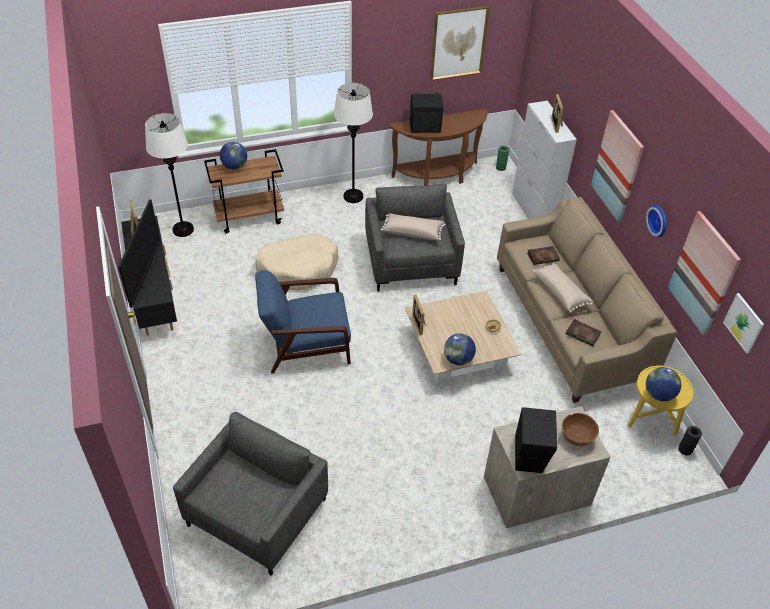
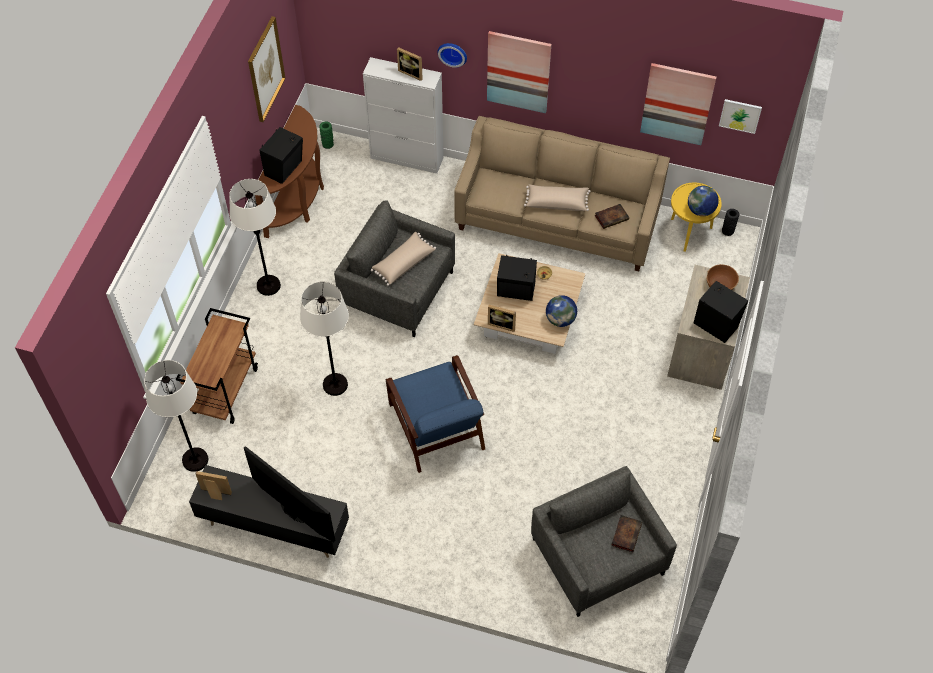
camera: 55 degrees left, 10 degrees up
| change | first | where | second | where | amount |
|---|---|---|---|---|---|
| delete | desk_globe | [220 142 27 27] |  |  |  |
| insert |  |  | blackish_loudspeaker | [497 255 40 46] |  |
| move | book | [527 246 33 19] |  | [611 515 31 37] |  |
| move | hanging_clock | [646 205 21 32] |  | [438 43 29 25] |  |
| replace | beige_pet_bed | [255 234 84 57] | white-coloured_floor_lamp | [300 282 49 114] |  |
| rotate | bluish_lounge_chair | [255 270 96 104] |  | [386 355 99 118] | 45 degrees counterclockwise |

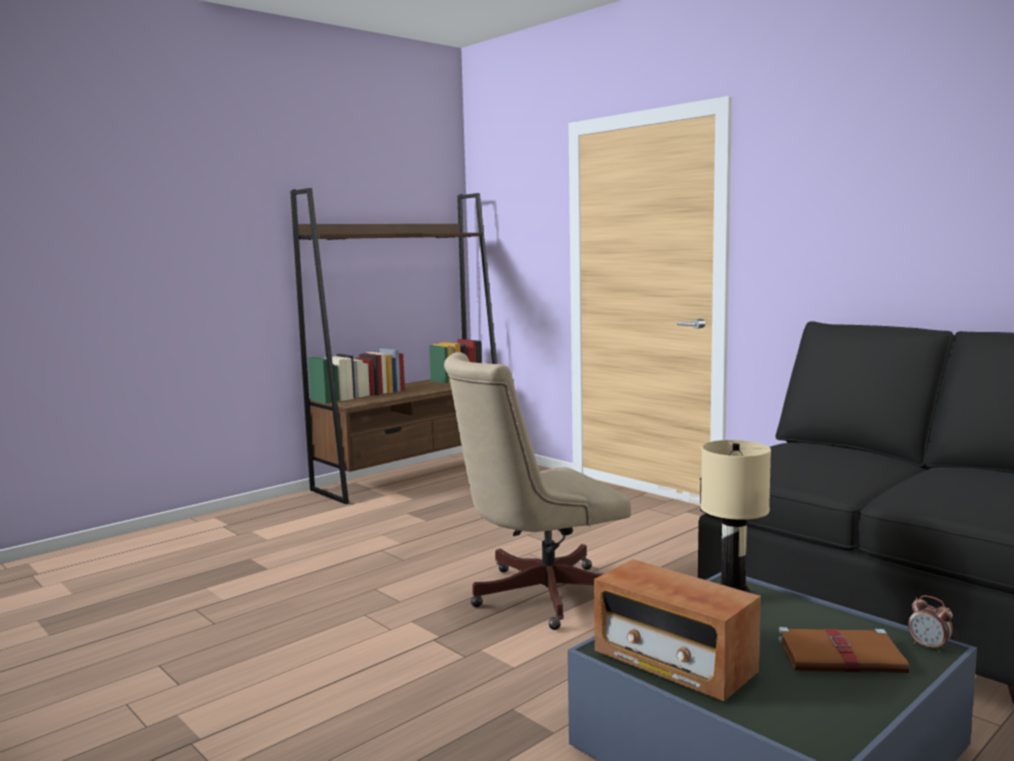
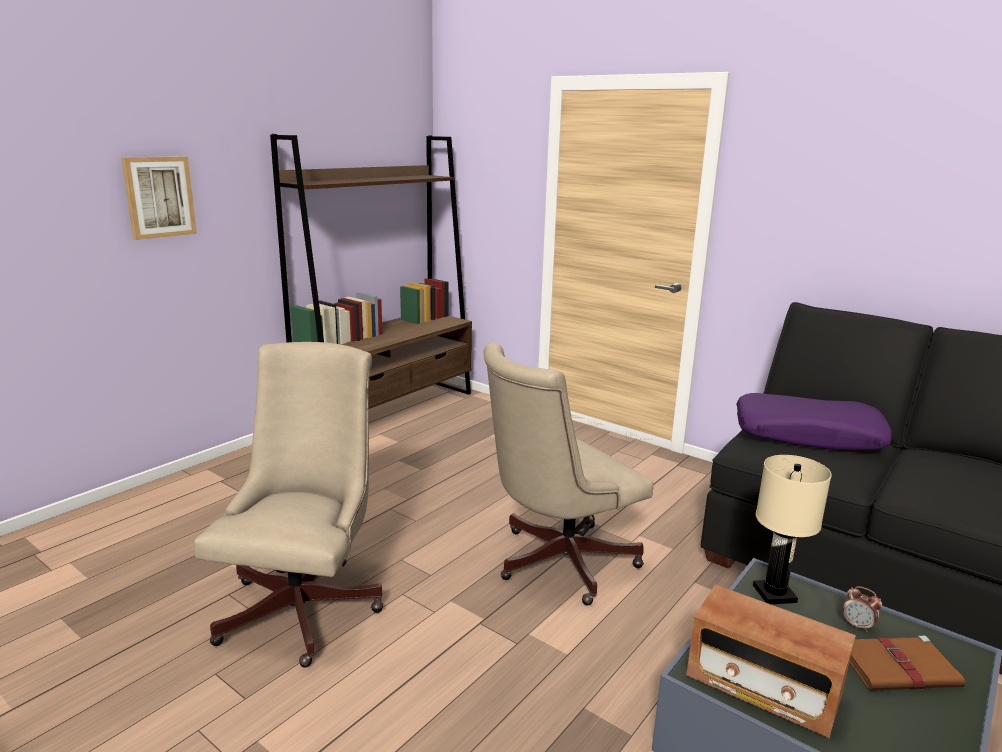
camera: 10 degrees left, 10 degrees up
| change | first | where | second | where | amount |
|---|---|---|---|---|---|
| insert |  |  | wall_art | [121 156 76 84] |  |
| insert |  |  | beige_office_chair | [194 342 189 326] |  |
| insert |  |  | purple-coloured_cushion | [737 393 155 58] |  |
| move | alarm_clock | [908 595 45 58] |  | [843 586 39 46] |  |

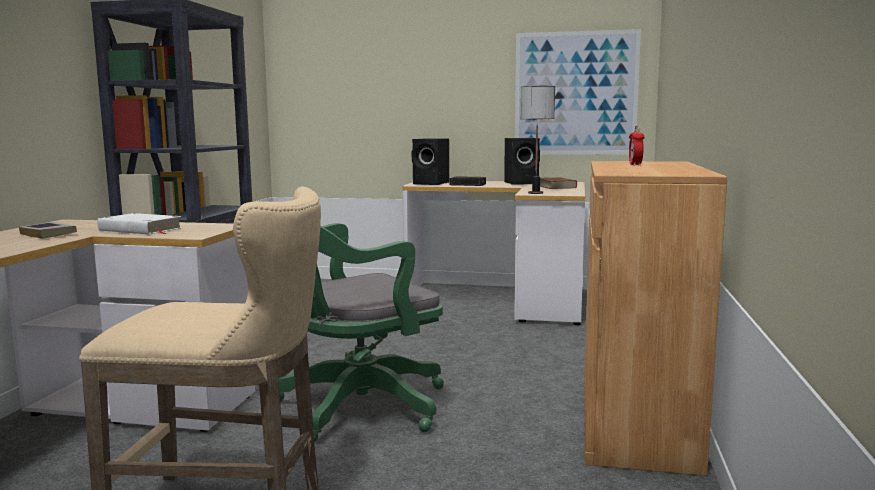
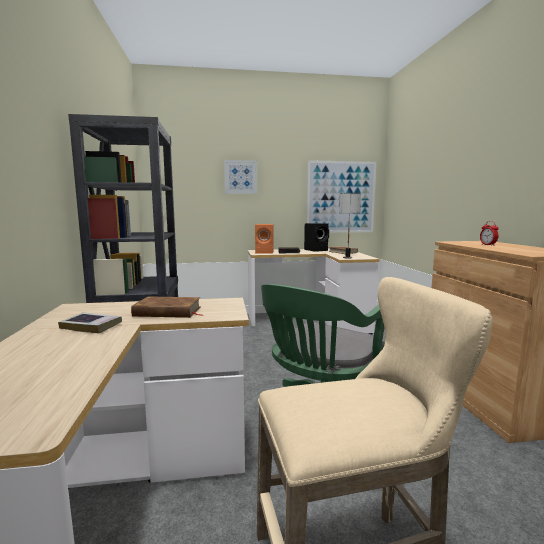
camera: 20 degrees left, 0 degrees up
| change | first | where | second | where | amount |
|---|---|---|---|---|---|
| insert |  |  | wall_art | [224 160 33 34] |  |
| recolor | white-coloured_book | [98 213 84 21] | brown_book | [131 296 72 22] |  |
| recolor | blackish_loudspeaker | [412 138 37 47] | orangey_loudspeaker | [255 224 18 30] |  |

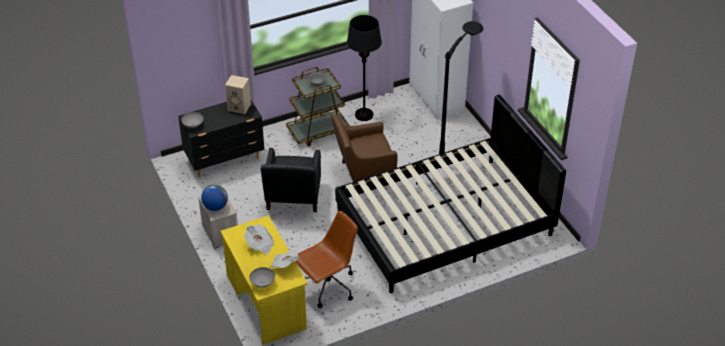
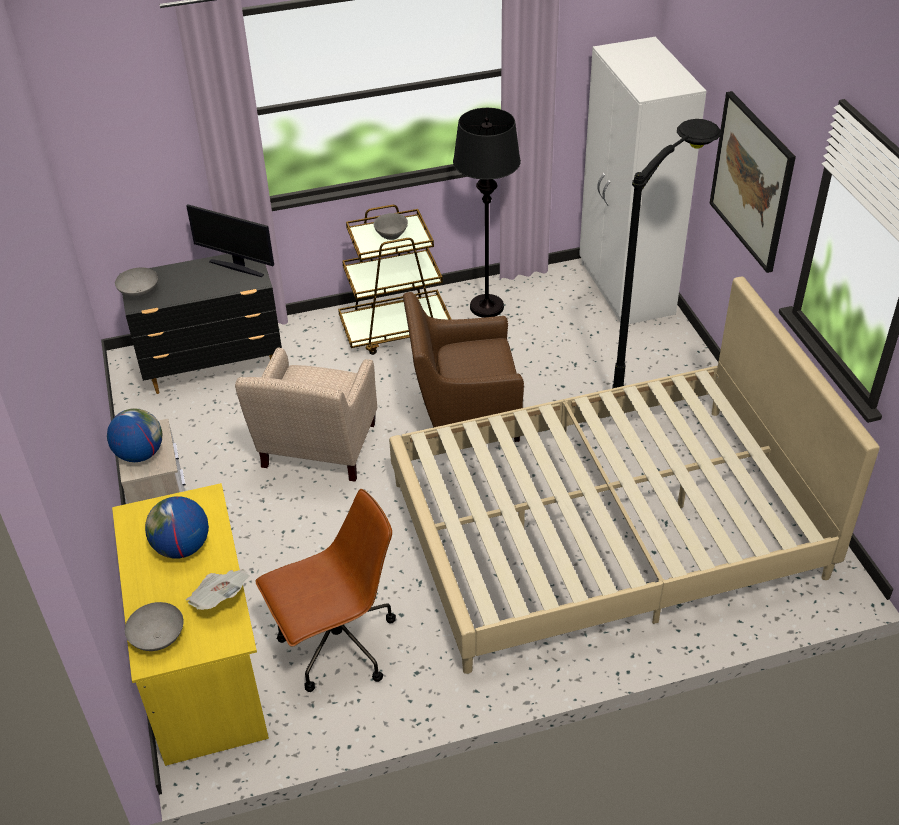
camera: 10 degrees right, 0 degrees up
| change | first | where | second | where | amount |
|---|---|---|---|---|---|
| insert |  |  | wall_art | [710 91 86 182] |  |
| replace | beige_loudspeaker | [225 75 26 39] | monitor | [186 204 88 73] |  |
| replace | printed_paper | [244 225 31 30] | desk_globe | [145 496 64 63] |  |
| recolor | blackish_lounge_chair | [261 148 60 64] | beige_lounge_chair | [235 347 142 135] |  |
| recolor | blackish_bedroom_bed | [335 95 231 198] | beige_bedroom_bed | [389 277 490 397] |  |

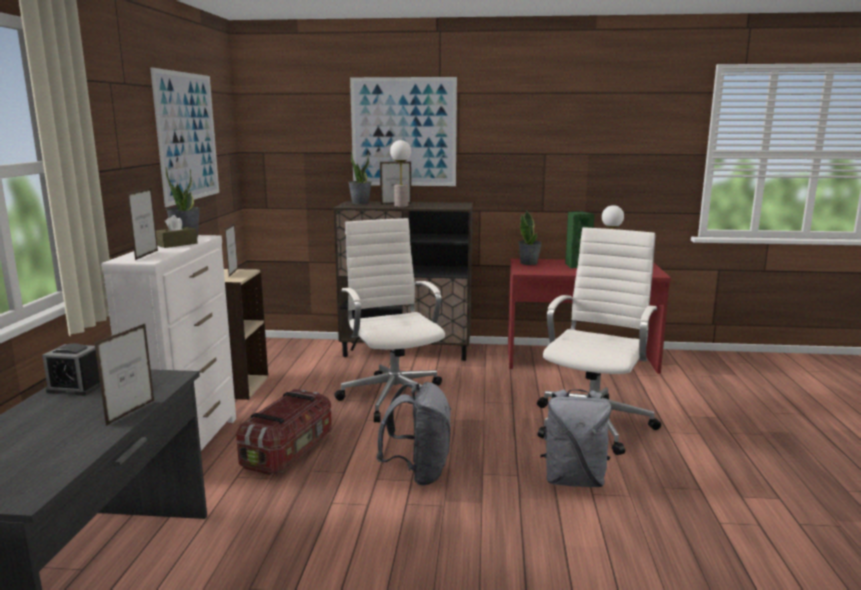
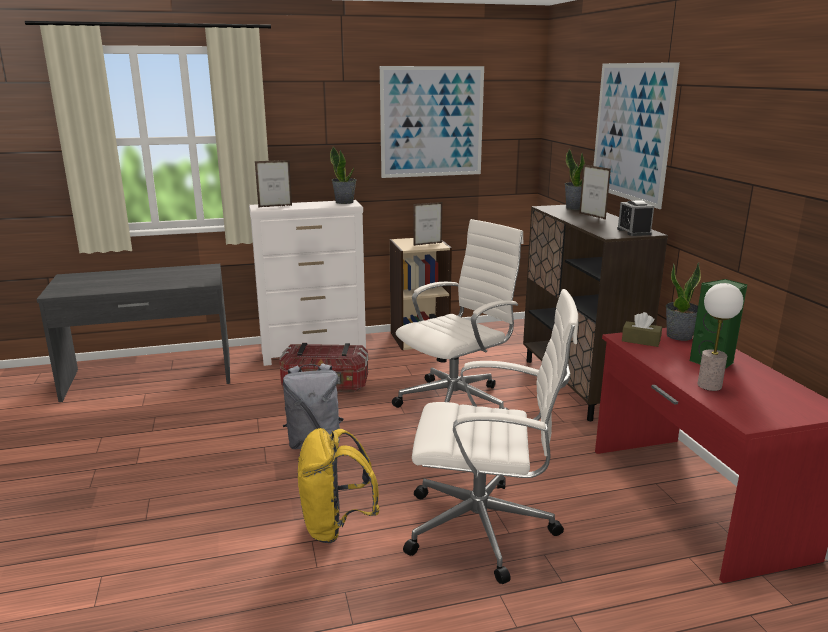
camera: 70 degrees right, 5 degrees up
| change | first | where | second | where | amount |
|---|---|---|---|---|---|
| delete | picture_frame | [94 324 61 102] |  |  |  |
| delete | table_lamp | [390 140 21 67] |  |  |  |
| move | alarm_clock | [42 343 59 53] |  | [617 200 37 36] |  |
| move | brown_tissue_holder | [156 215 42 33] |  | [622 312 40 35] |  |
| recolor | gray_rucksack | [540 389 71 98] | yellowish_rucksack | [298 428 82 115] |  |

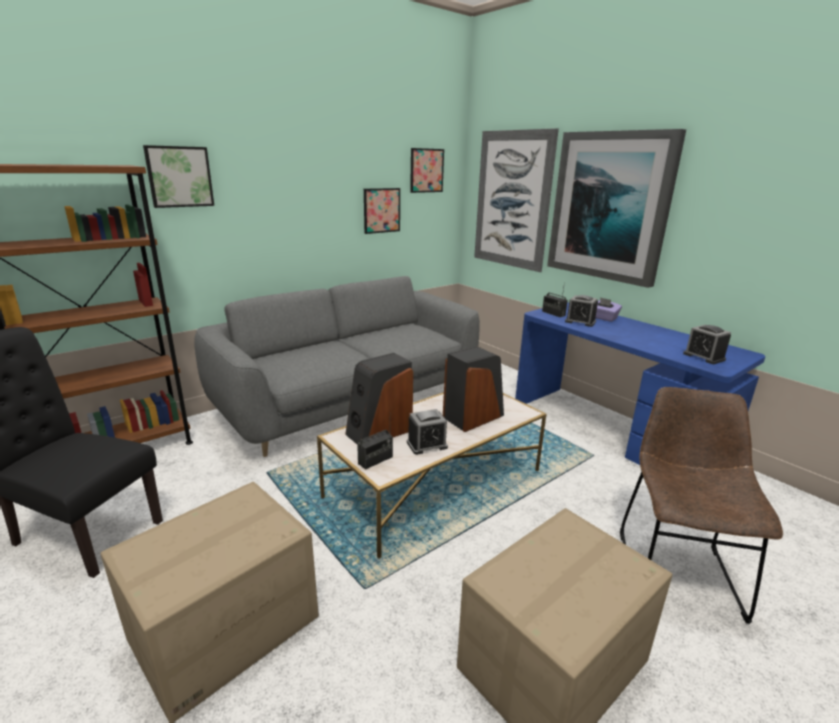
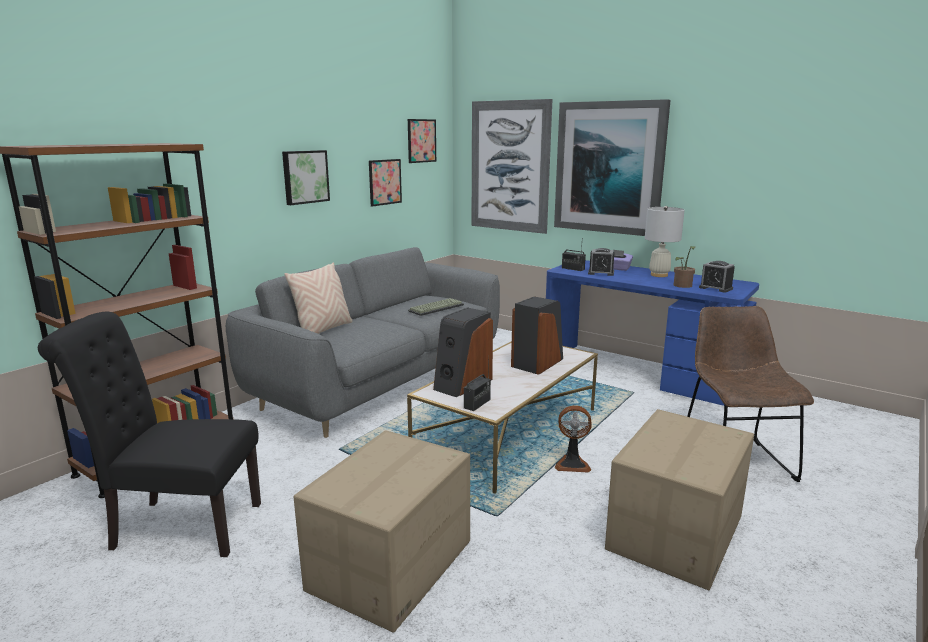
camera: 15 degrees left, 5 degrees down
| change | first | where | second | where | amount |
|---|---|---|---|---|---|
| delete | alarm_clock | [407 409 41 46] |  |  |  |
| insert |  |  | beige_cushion | [284 262 69 72] |  |
| insert |  |  | PC_keyboard | [408 298 56 18] |  |
| insert |  |  | electric_fan | [555 405 37 68] |  |
| insert |  |  | white-coloured_table_lamp | [645 206 40 71] |  |
| insert |  |  | potted_plant | [674 246 21 42] |  |
| move | wall_art | [143 145 71 63] |  | [282 150 48 55] |  |

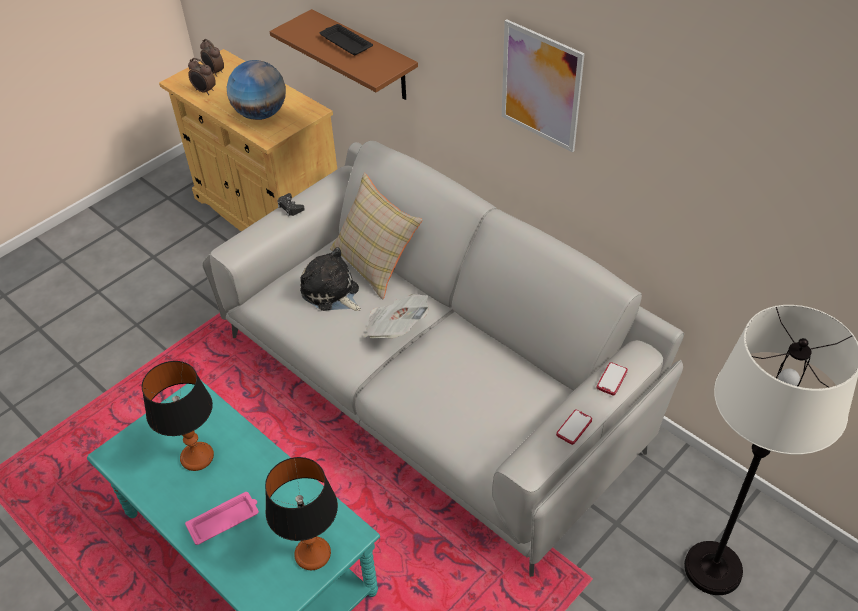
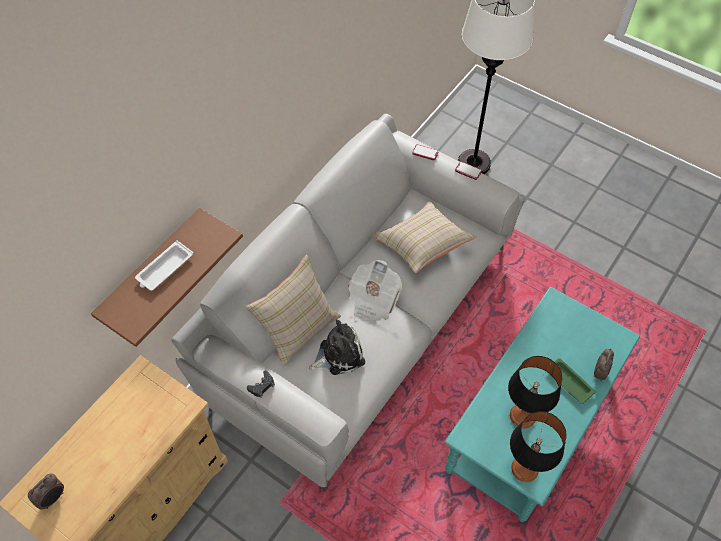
camera: 100 degrees left, 10 degrees up
| change | first | where | second | where | amount |
|---|---|---|---|---|---|
| delete | desk_globe | [227 60 59 60] |  |  |  |
| delete | wall_art | [502 19 83 134] |  |  |  |
| insert |  |  | beige_cushion | [372 201 105 72] |  |
| move | alarm_clock | [188 58 28 37] |  | [594 348 20 33] |  |
| move | table_lamp | [265 457 73 113] |  | [510 411 57 71] |  |
| recolor | pinkish_carrying_tray | [185 492 74 53] | greenish_carrying_tray | [547 358 49 46] |  |
| recolor | blackish_carrying_tray | [320 24 53 31] | white-coloured_carrying_tray | [135 241 58 50] |  |
| rotate | cuddly_toy | [300 247 61 64] |  | [309 320 56 55] | 150 degrees counterclockwise |

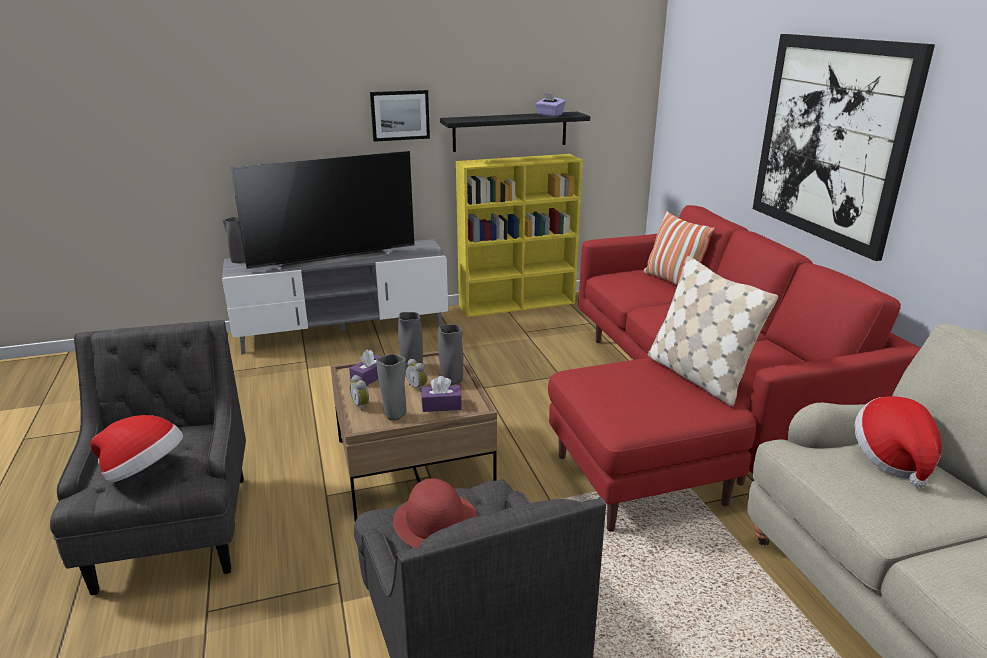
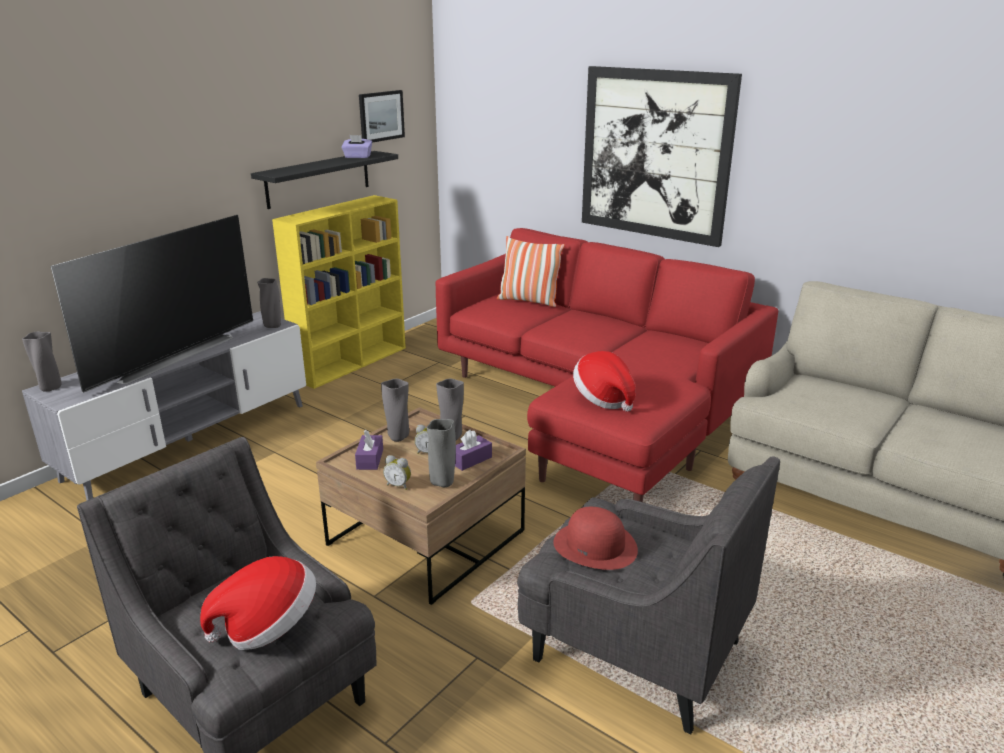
camera: 35 degrees left, 0 degrees up
| change | first | where | second | where | amount |
|---|---|---|---|---|---|
| delete | beige_cushion | [648 256 130 150] |  |  |  |
| insert |  |  | gray_flower_vase | [257 278 24 50] |  |
| move | wall_art | [370 90 60 52] |  | [359 90 46 53] |  |
| move | clothing_hat | [854 396 88 91] |  | [573 351 63 61] |  |

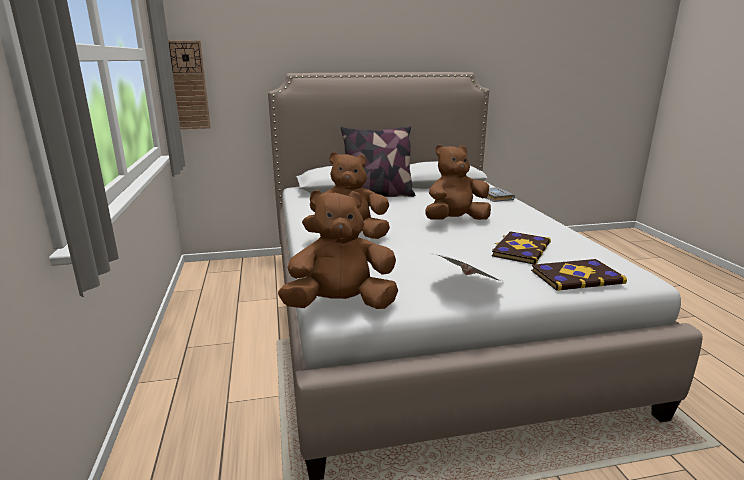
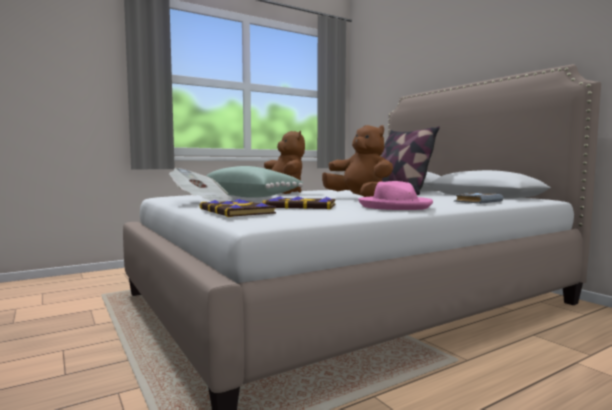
camera: 70 degrees right, 15 degrees down
| change | first | where | second | where | amount |
|---|---|---|---|---|---|
| delete | hanging_clock | [168 40 43 89] |  |  |  |
| delete | brown_cuddly_toy | [278 190 120 119] |  |  |  |
| insert |  |  | greenish_cushion | [206 166 97 32] |  |
| insert |  |  | pinkish_clothing_hat | [358 181 75 29] |  |

